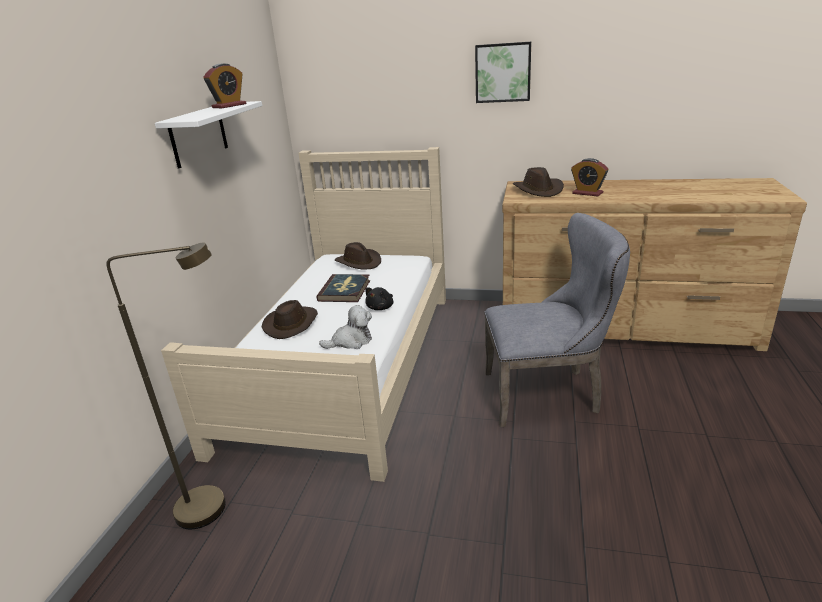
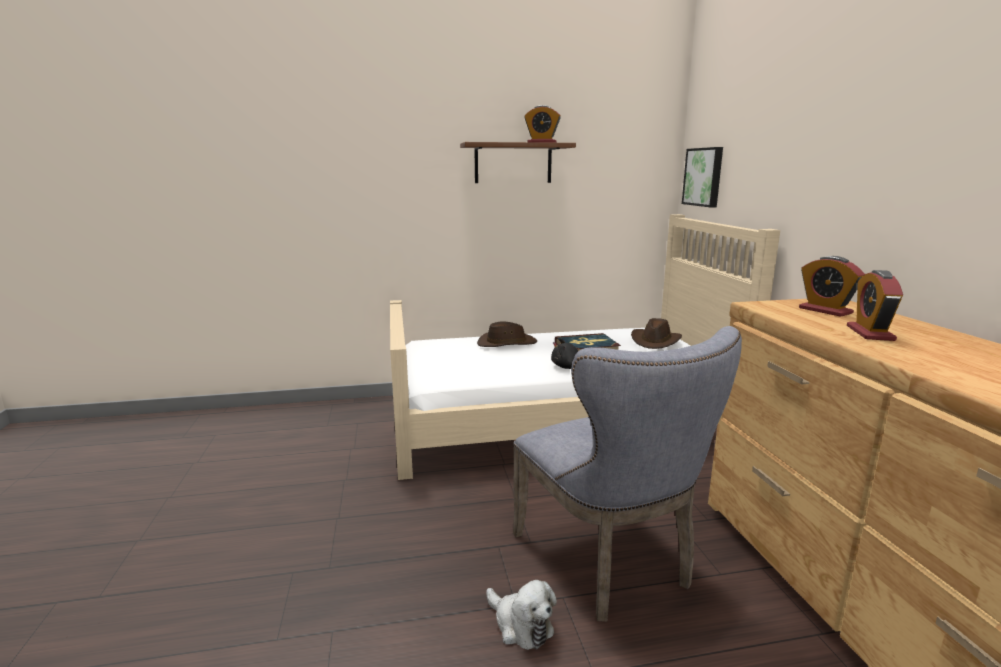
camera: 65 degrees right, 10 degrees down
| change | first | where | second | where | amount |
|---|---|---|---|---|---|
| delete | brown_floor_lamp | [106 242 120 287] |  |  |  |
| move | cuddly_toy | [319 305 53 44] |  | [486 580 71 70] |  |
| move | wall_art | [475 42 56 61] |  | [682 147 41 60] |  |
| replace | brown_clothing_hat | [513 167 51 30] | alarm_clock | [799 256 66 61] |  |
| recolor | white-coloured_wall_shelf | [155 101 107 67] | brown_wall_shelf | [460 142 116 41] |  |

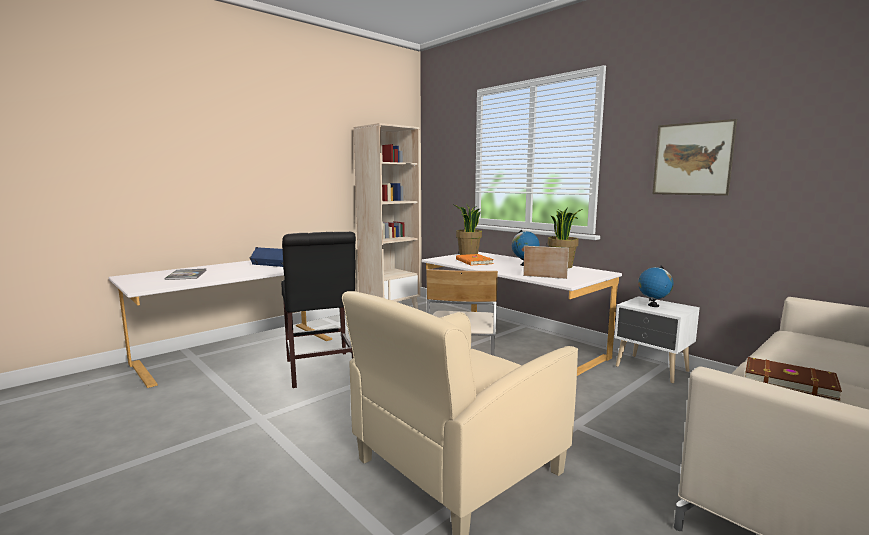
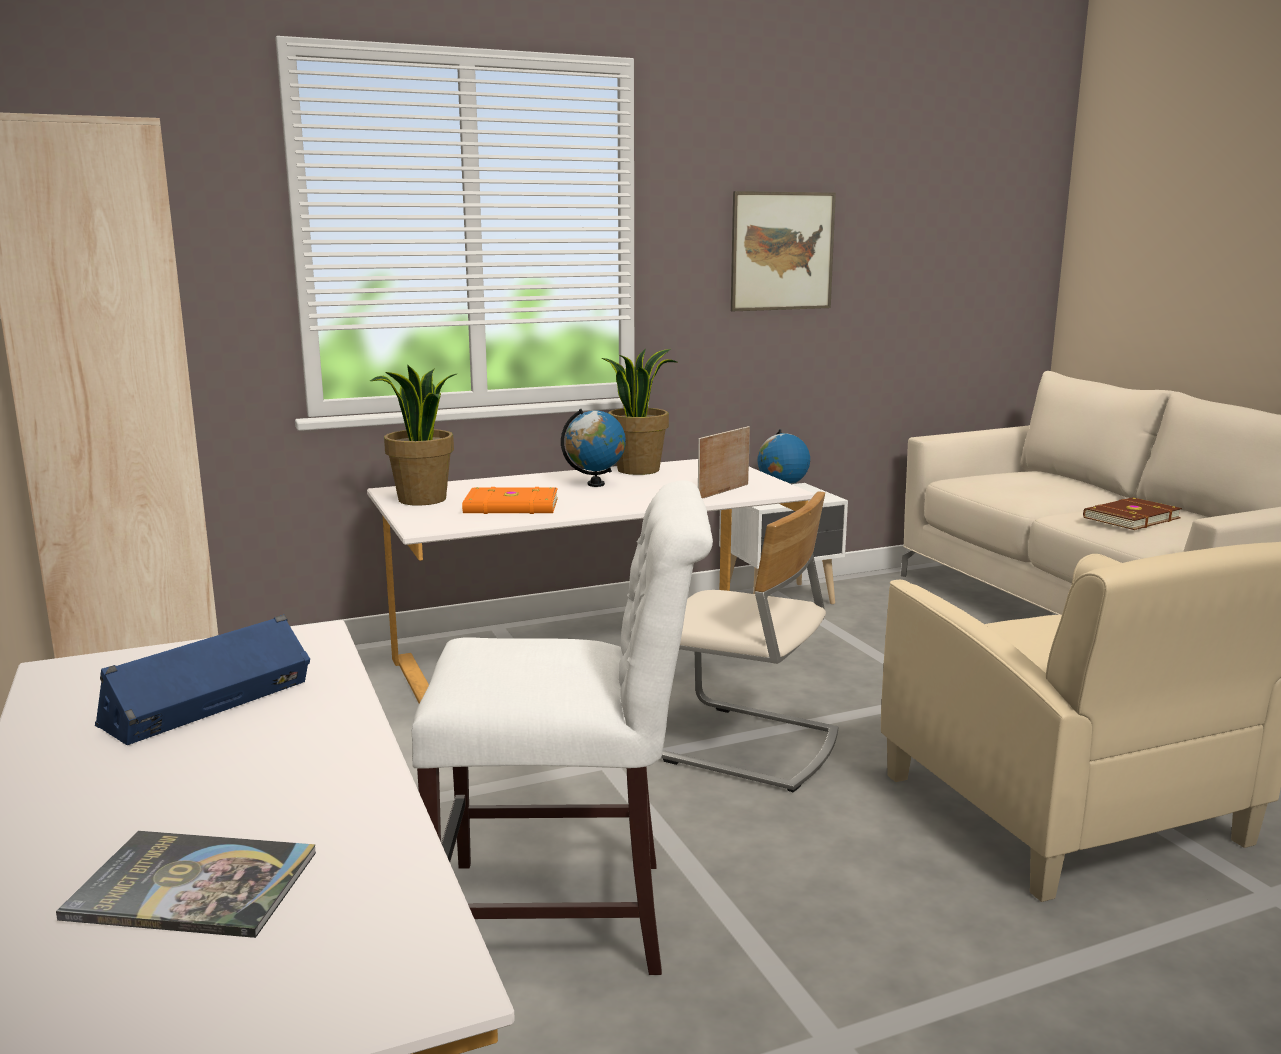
camera: 70 degrees left, 5 degrees up
| change | first | where | second | where | amount |
|---|---|---|---|---|---|
| recolor | blackish_chair | [281 232 75 156] | white-coloured_chair | [412 481 301 494] |  |

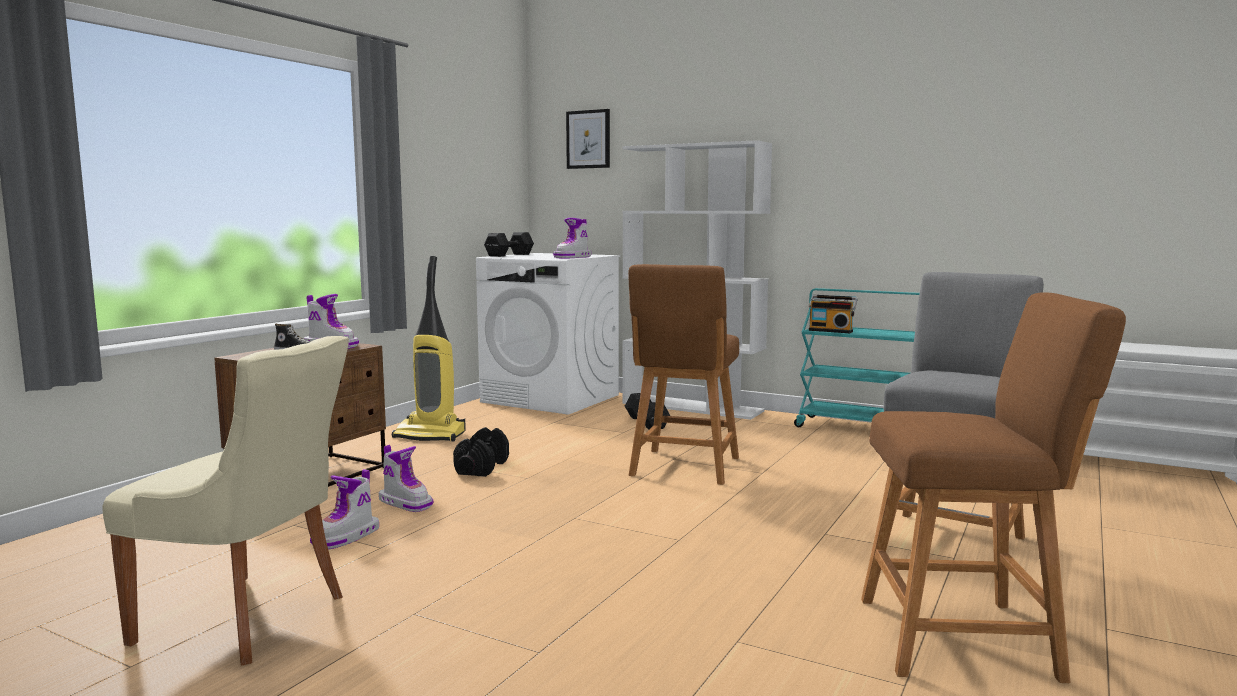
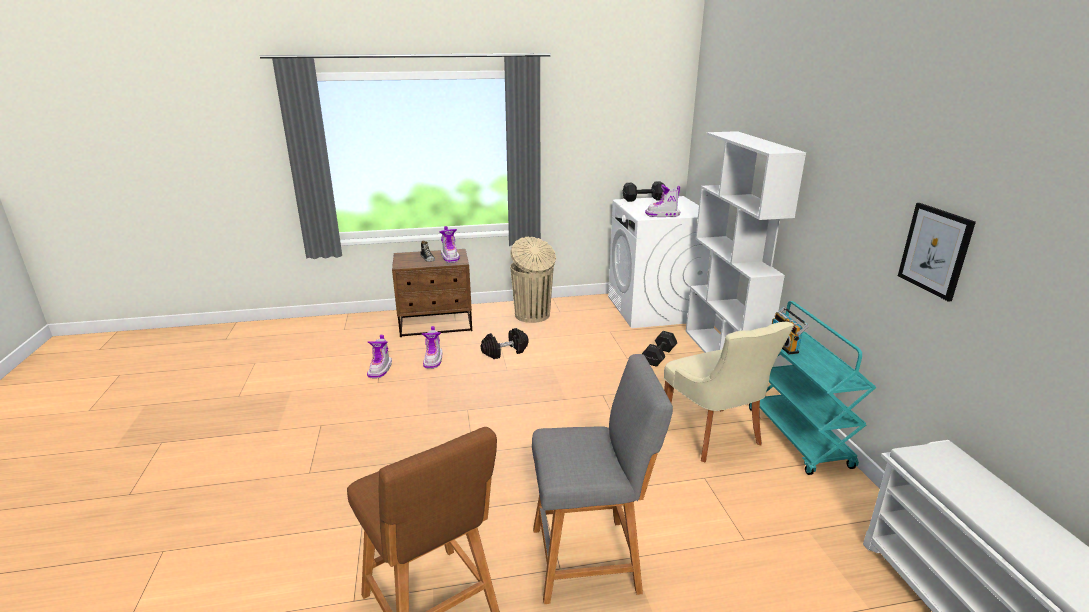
camera: 50 degrees right, 15 degrees up
| change | first | where | second | where | amount |
|---|---|---|---|---|---|
| delete | brown_stool | [628 264 111 221] |  |  |  |
| move | beige_chair | [103 336 246 329] |  | [664 322 130 140] |  |
| move | wall_art | [566 109 44 60] |  | [898 203 78 99] |  |
| replace | vacuum_cleaner | [392 256 74 185] | beige_rubbish_bin | [510 237 46 86] |  |
| rotate | tall_boot | [310 469 69 80] |  | [367 335 25 43] | 75 degrees counterclockwise |

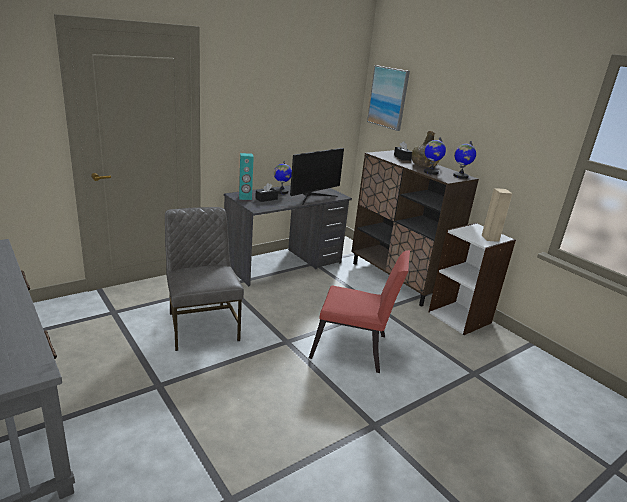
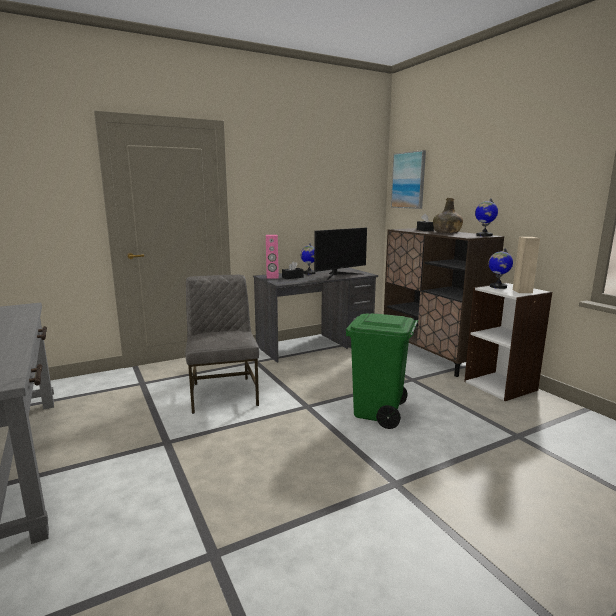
camera: 10 degrees right, 10 degrees down
| change | first | where | second | where | amount |
|---|---|---|---|---|---|
| move | desk_globe | [424 137 22 38] |  | [488 248 25 41] |  |
| replace | red_chair | [309 250 101 123] | greenish_rubbish_bin | [346 313 72 116] |  |
| recolor | turquoise_loudspeaker | [239 153 15 47] | pinkish_loudspeaker | [266 235 13 44] |  |

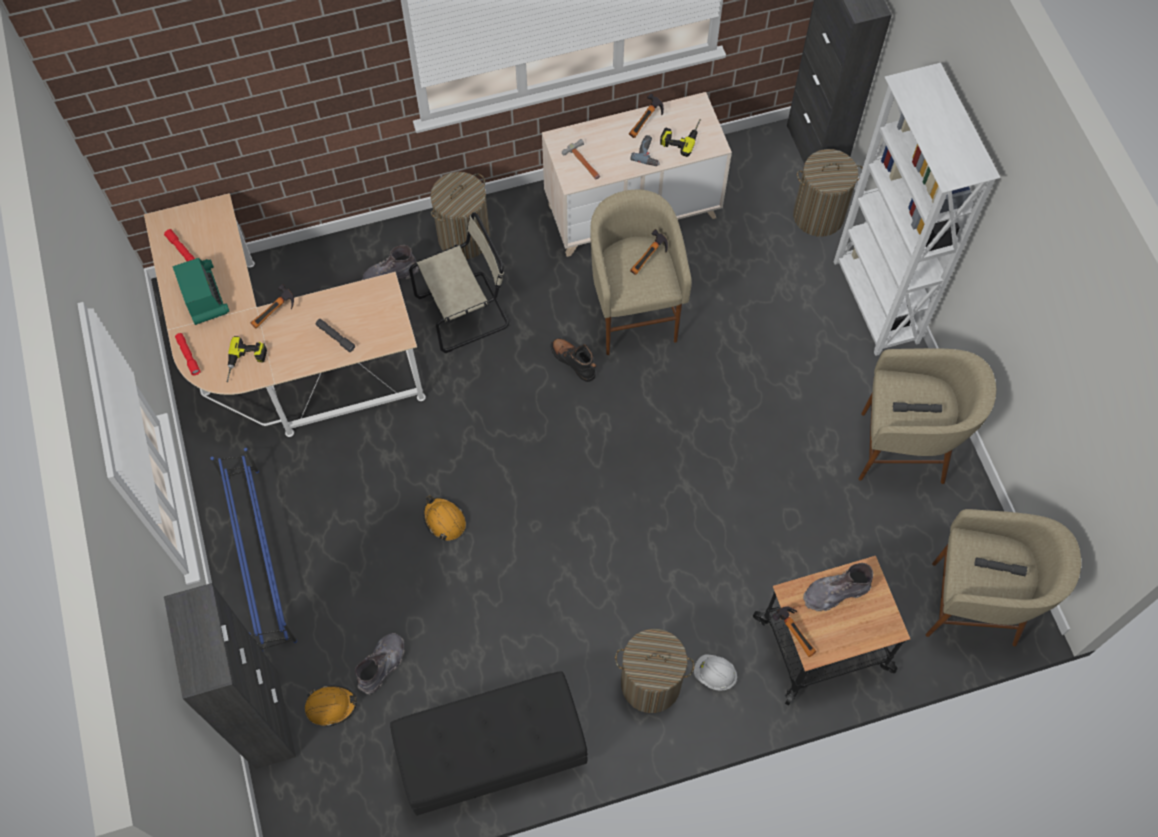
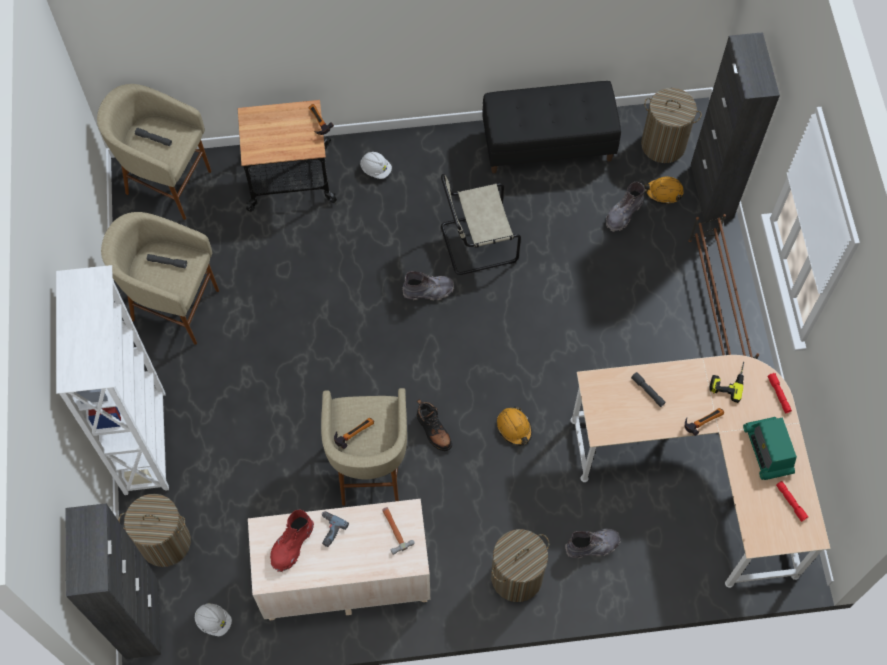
camera: 170 degrees left, 0 degrees up
| change | first | where | second | where | amount |
|---|---|---|---|---|---|
| delete | hammer | [629 93 35 45] |  |  |  |
| insert |  |  | white-coloured_safety_helmet | [195 603 37 33] |  |
| move | beige_chair | [409 212 100 141] |  | [441 174 80 101] |  |
| move | orangey_safety_helmet | [423 495 43 46] |  | [497 406 35 40] |  |
| move | hamper | [615 629 80 84] |  | [641 88 61 75] |  |
| move | gray_tall_boot | [803 563 70 48] |  | [403 271 51 29] |  |
| replace | power_drill | [660 119 41 38] | red_tall_boot | [270 510 44 62] |  |
| recolor | bluish_shoe_rack | [210 448 87 203] | brown_shoe_rack | [688 214 71 145] |  |

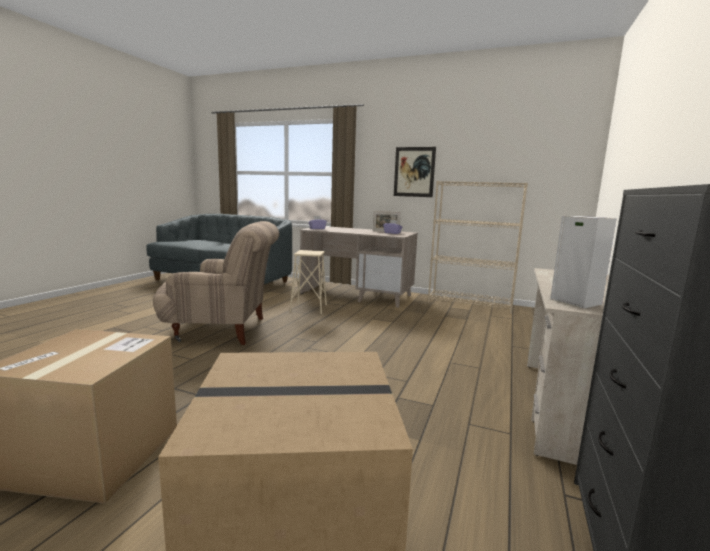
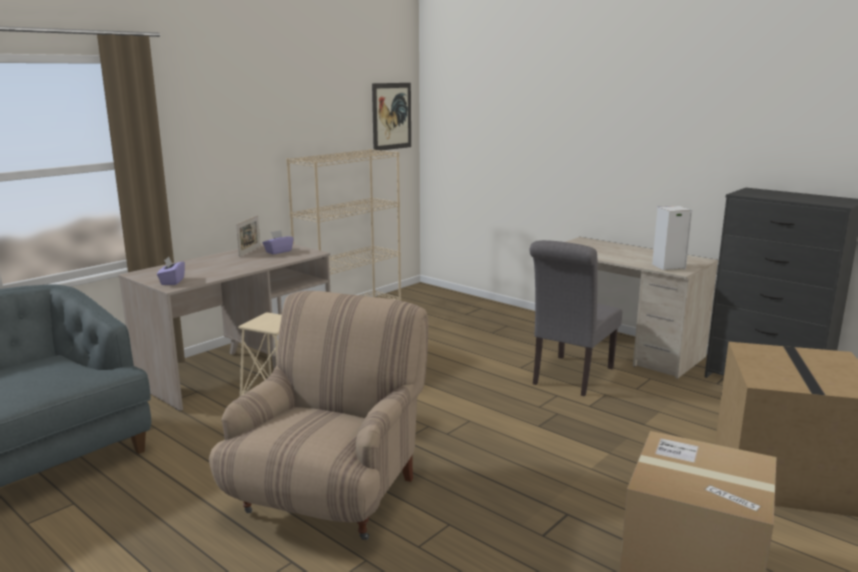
camera: 70 degrees left, 5 degrees up
| change | first | where | second | where | amount |
|---|---|---|---|---|---|
| insert |  |  | gray_chair | [530 240 92 157] |  |
| move | wall_art | [394 147 42 50] |  | [372 83 39 67] |  |

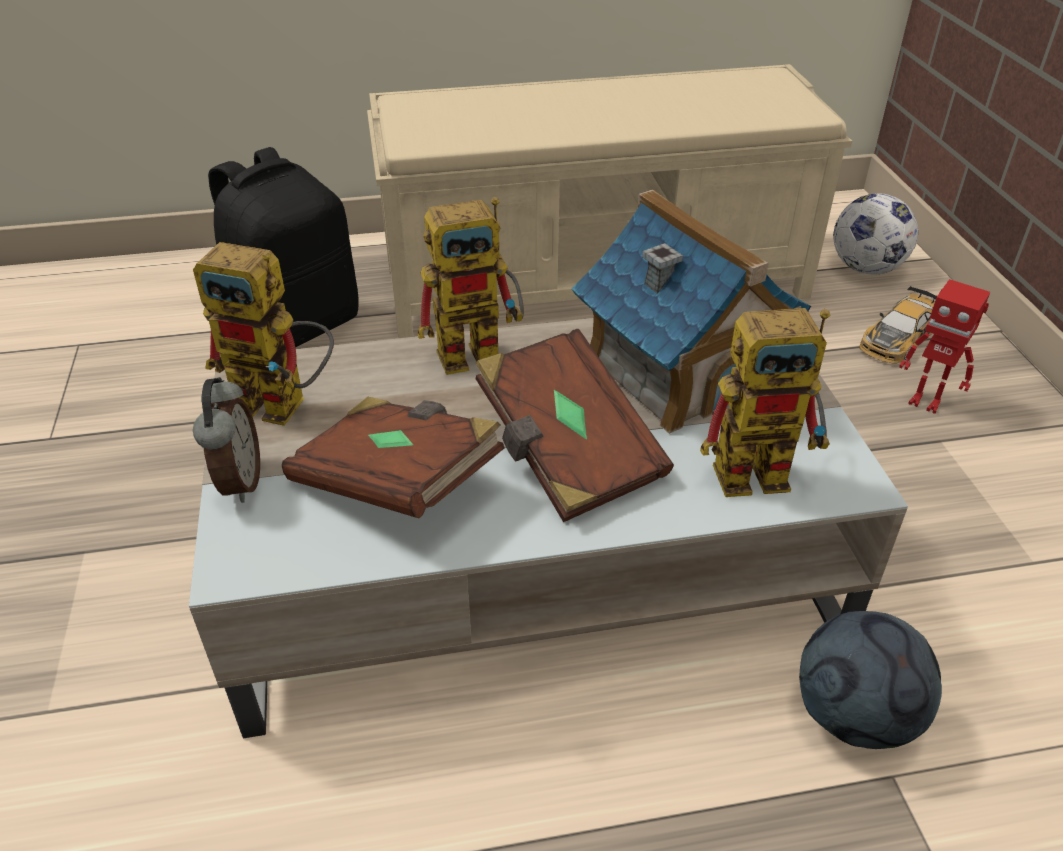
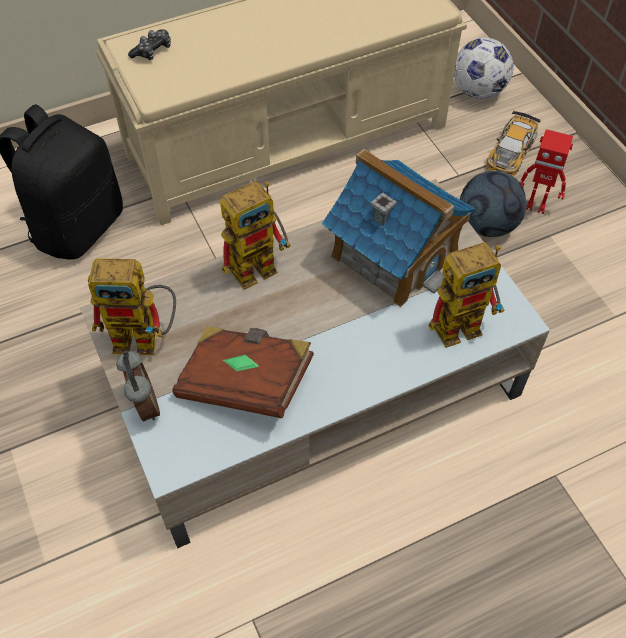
camera: 15 degrees left, 15 degrees up
| change | first | where | second | where | amount |
|---|---|---|---|---|---|
| delete | brown_book | [476 329 198 193] |  |  |  |
| insert |  |  | joypad | [128 29 43 31] |  |
| move | football | [799 611 143 138] |  | [460 171 67 66] |  |

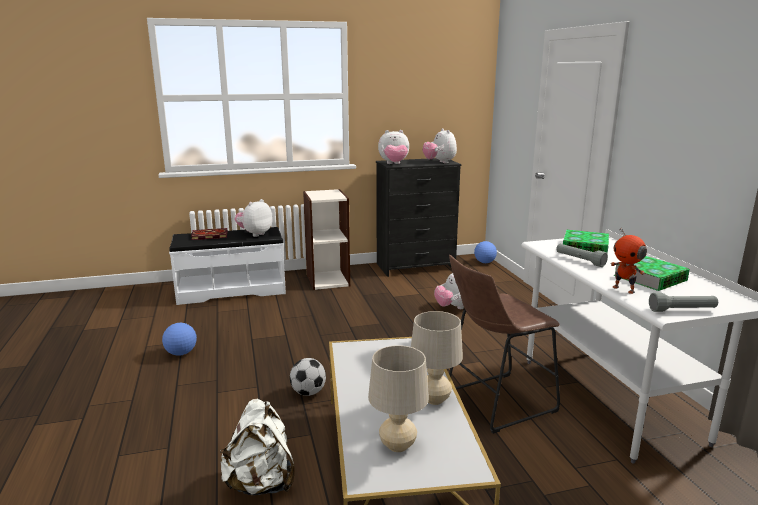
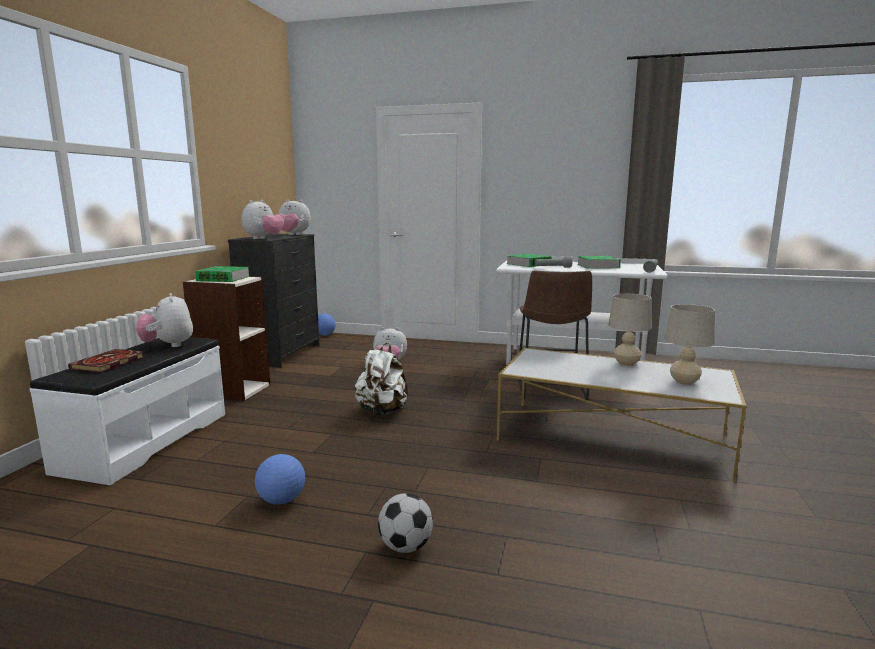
camera: 60 degrees left, 5 degrees down
| change | first | where | second | where | amount |
|---|---|---|---|---|---|
| delete | robot_figure | [611 227 36 67] |  |  |  |
| insert |  |  | book | [195 266 55 16] |  |
| move | white-coloured_rucksack | [220 399 74 96] |  | [355 343 53 73] |  |
| move | football | [290 358 36 38] |  | [378 493 55 60] |  |

